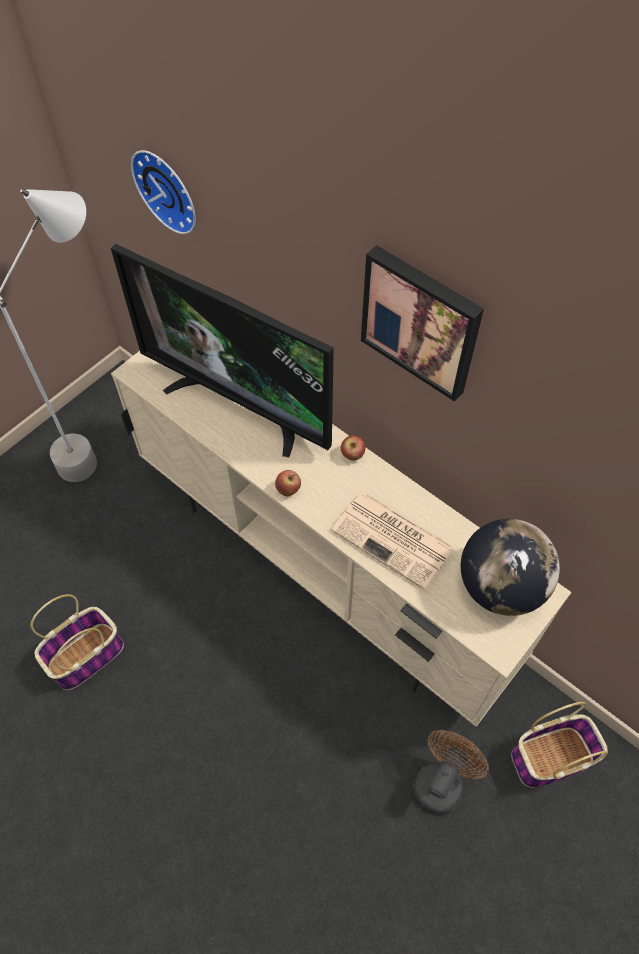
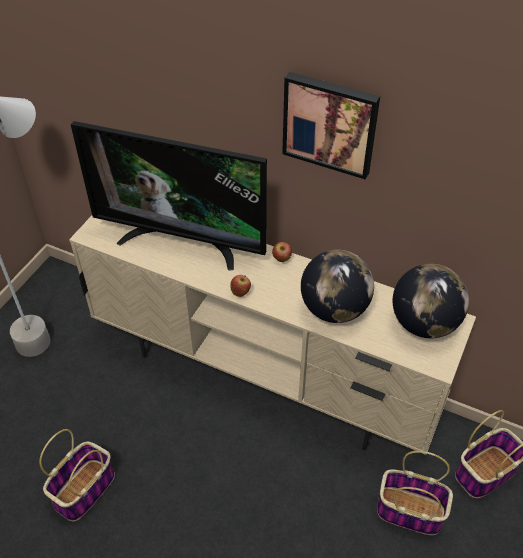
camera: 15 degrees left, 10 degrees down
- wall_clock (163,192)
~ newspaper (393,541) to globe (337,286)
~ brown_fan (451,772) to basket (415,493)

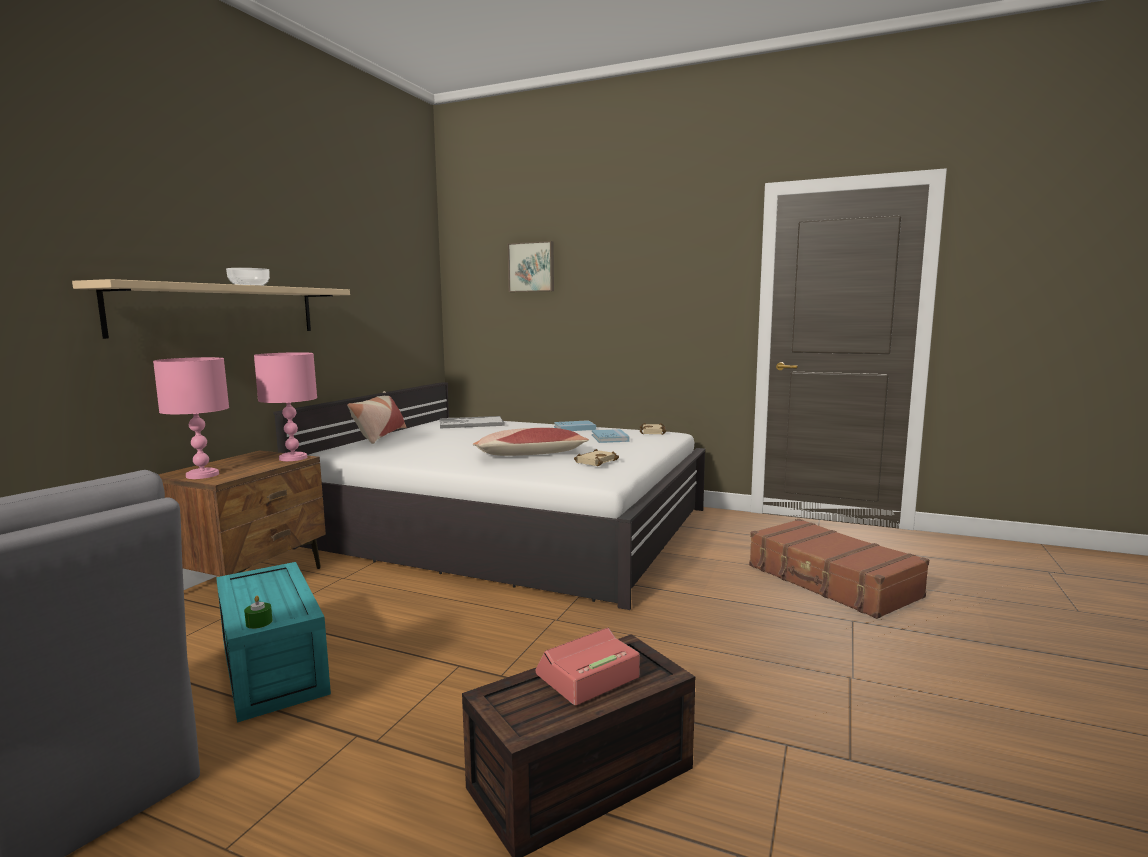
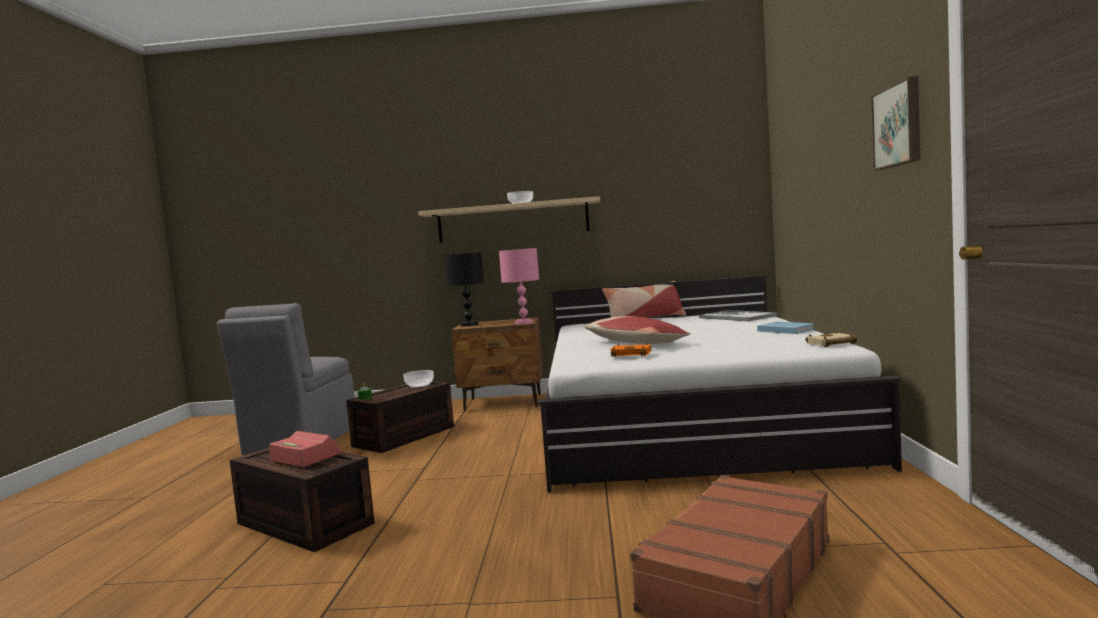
camera: 70 degrees right, 5 degrees down
- blue_book (610,436)
+ bowl (418,379)
~ picture (531,266) to (895,123)
~ pink_table_lamp (191,418) to black_table_lamp (464,289)
~ turquoise_storage_box (273,642) to brown_storage_box (400,417)
~ beige_book (596,457) to orange_book (630,350)

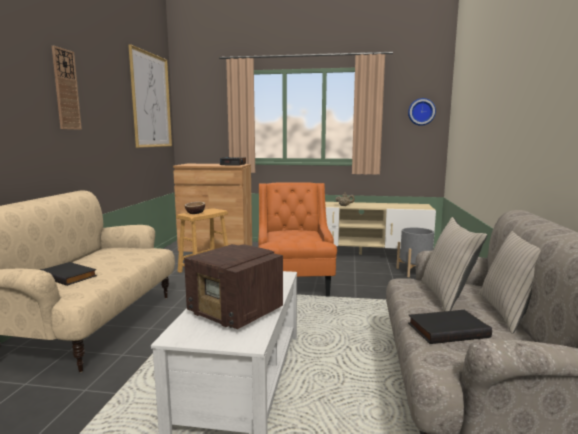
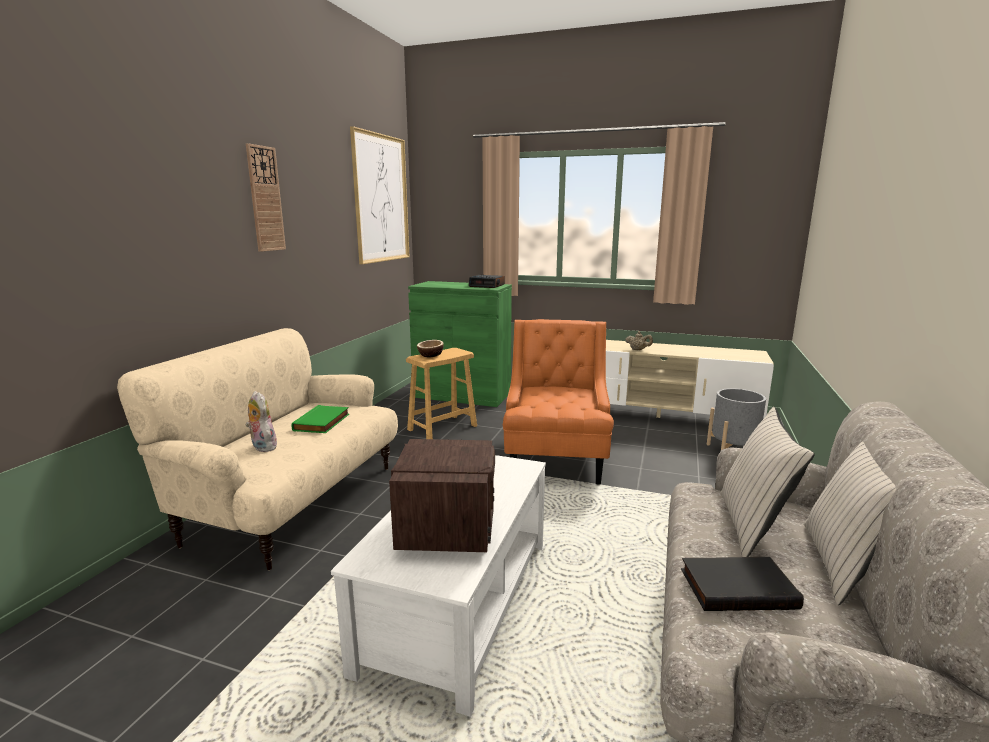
camera: 10 degrees right, 5 degrees up
- wall_clock (422,112)
+ green_book (320,419)
~ black_book (68,274) to plush_toy (261,421)
~ brown_cabinet (212,208) to green_cabinet (460,344)
~ radio (233,286) = (442,495) 135 degrees counterclockwise

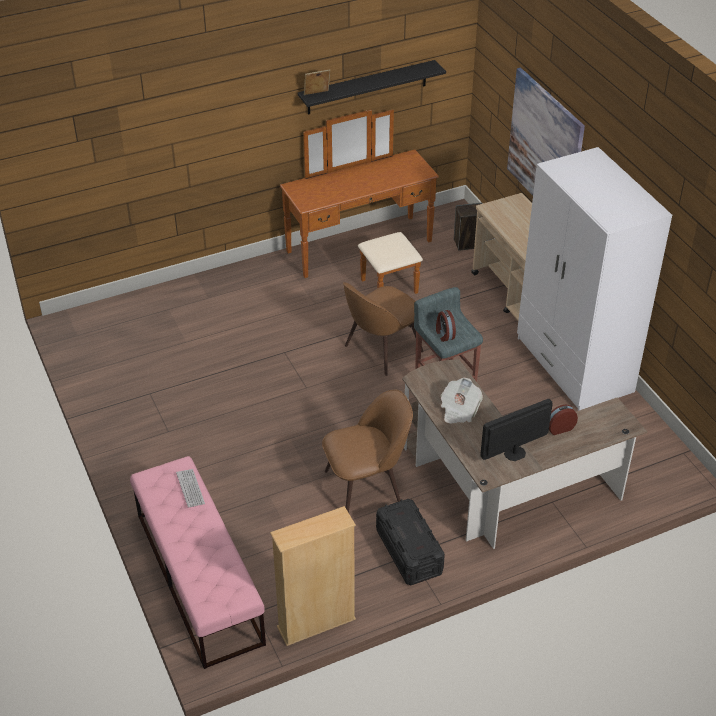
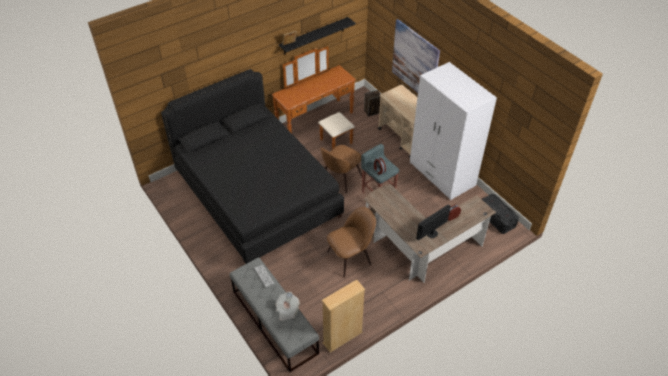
camera: 10 degrees left, 5 degrees up
+ black_bed (252,166)
~ black_storage_box (410,542) to (500,214)
~ newspaper (461,400) to (288,306)
~ pink_bench (198,562) to grey_bench (274,315)

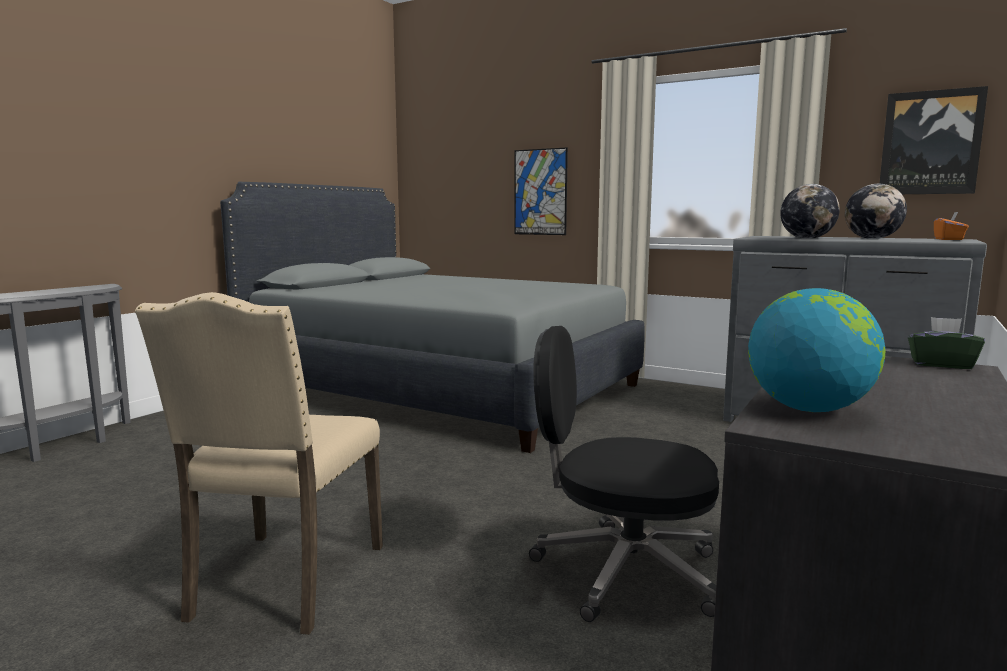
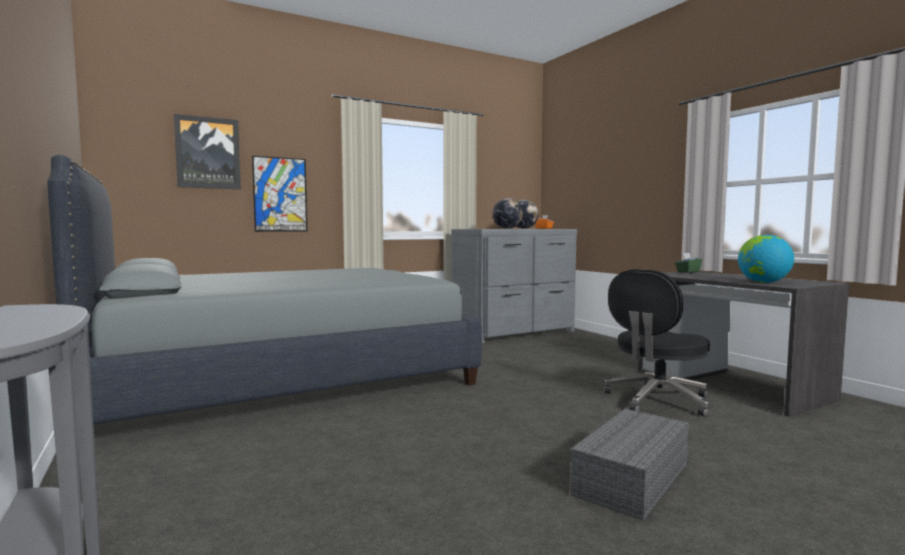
camera: 60 degrees left, 5 degrees down
~ picture (934,140) to (207,151)
~ beige_chair (259,463) to grey_storage_box (629,465)

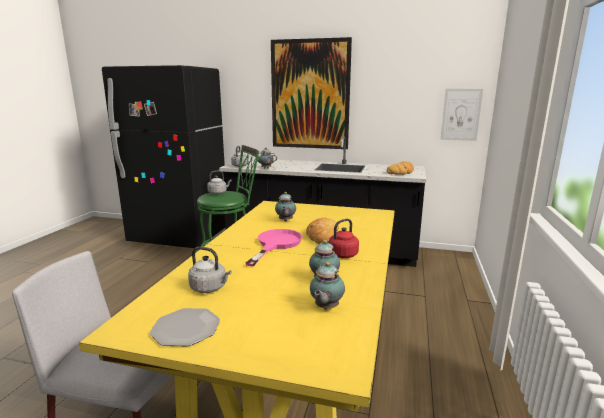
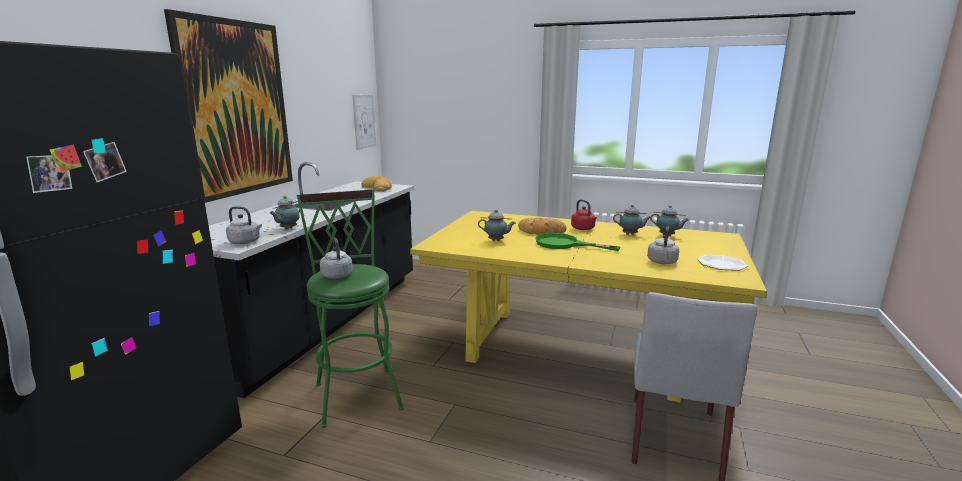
camera: 85 degrees left, 0 degrees up
~ pink_frying_pan (274,247) to green_frying_pan (577,242)

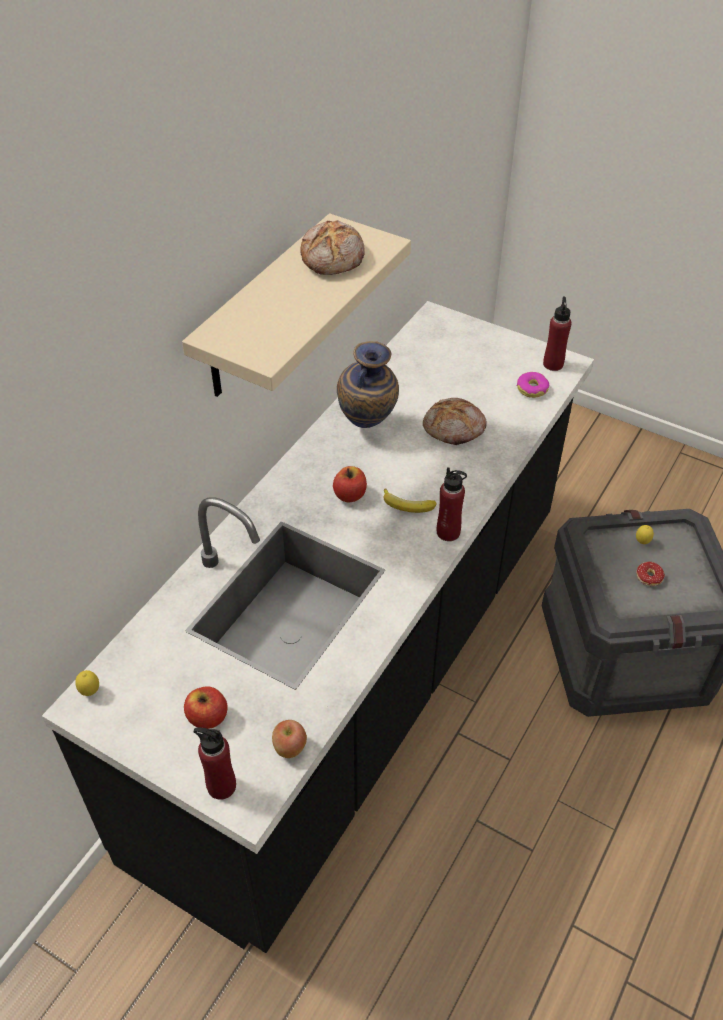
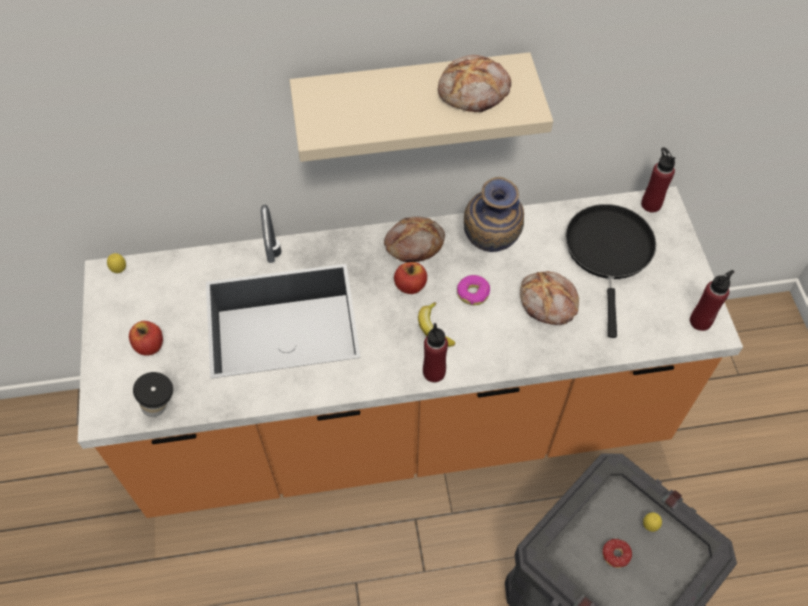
camera: 50 degrees right, 10 degrees up
+ bread (414,239)
+ black_frying_pan (610,271)
~ red_bottle (214,763) to (658,180)
~ donut (533,385) to (473,290)
~ apple (289,739) to cup (153,394)
~ black_counter (318,627) to orange_counter (410,352)

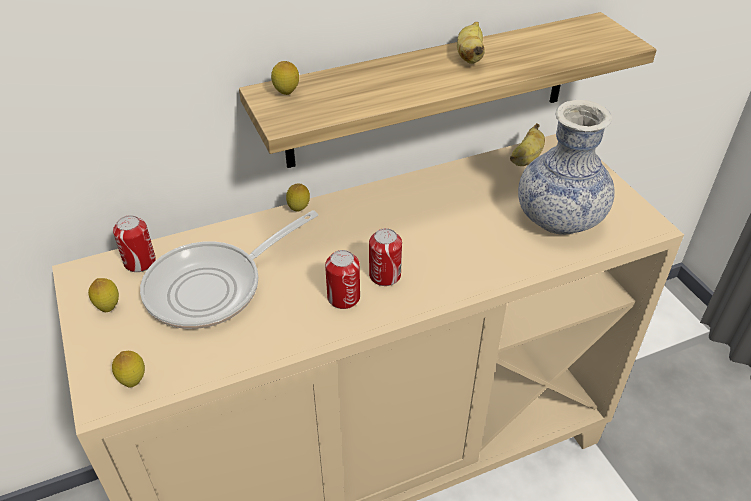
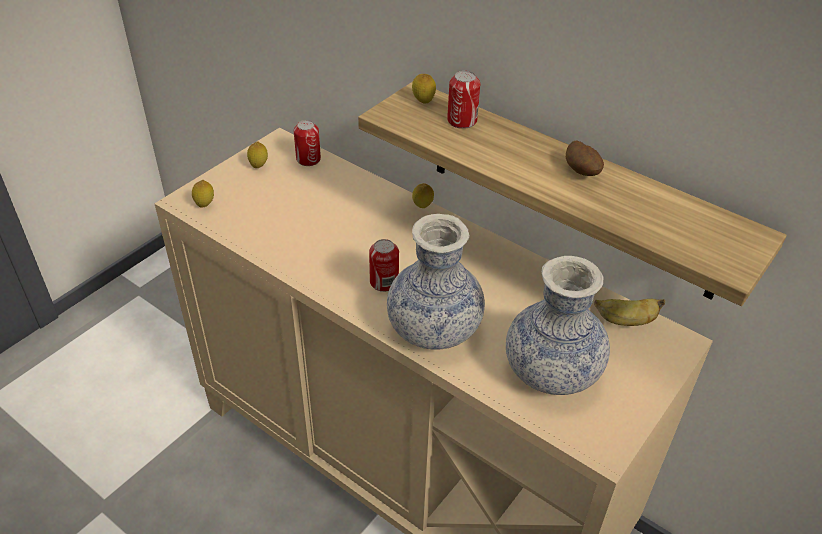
camera: 60 degrees right, 0 degrees up
- frying_pan (229,269)
+ vase (436,282)
~ can (342,279) to (463,100)
~ banana (471,43) to potato (585,158)

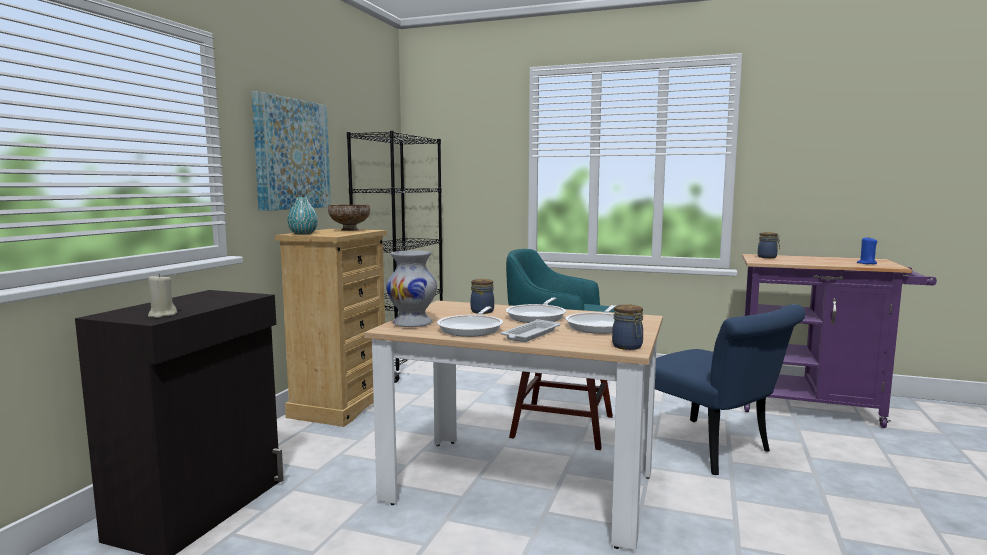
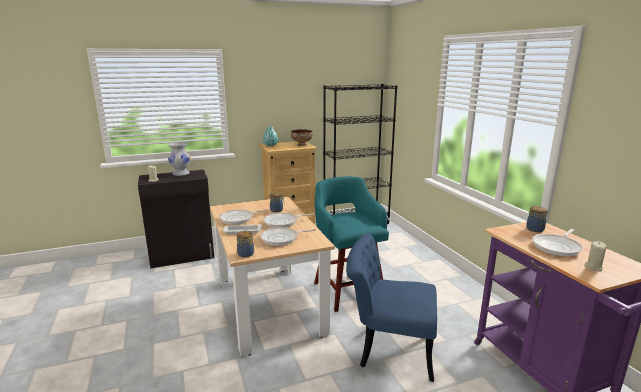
camera: 50 degrees right, 10 degrees up
- picture (291,151)
+ frying_pan (557,242)
~ white_vase (411,288) to (179,159)
~ blue_candle (867,250) to beige_candle (595,256)
~ blue_chair (730,389) = (391,308) 90 degrees clockwise

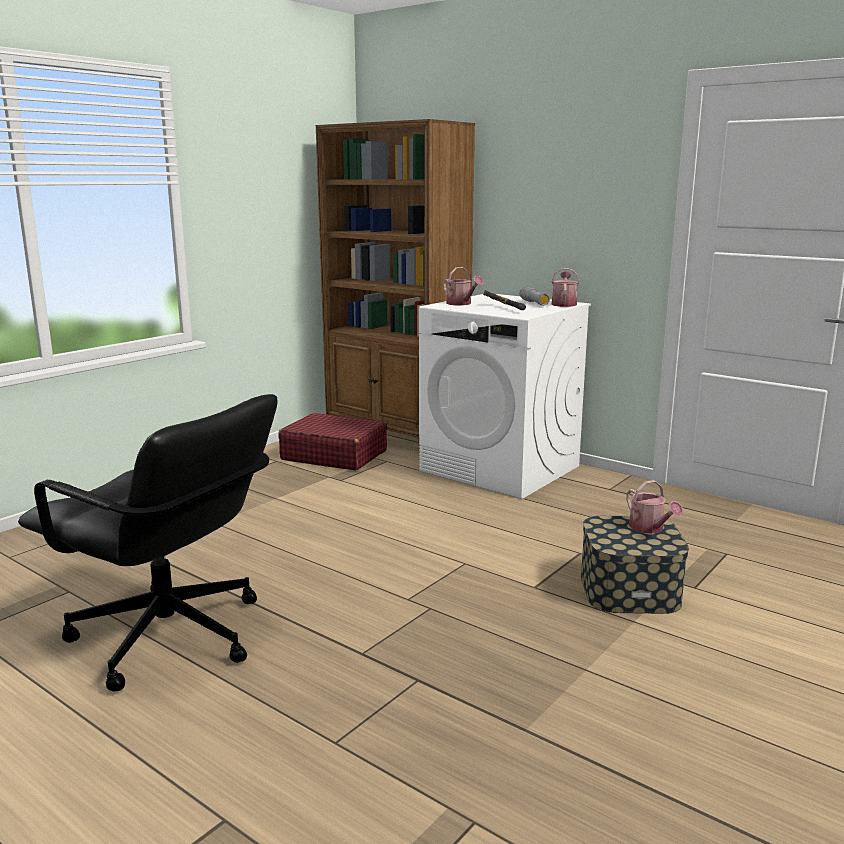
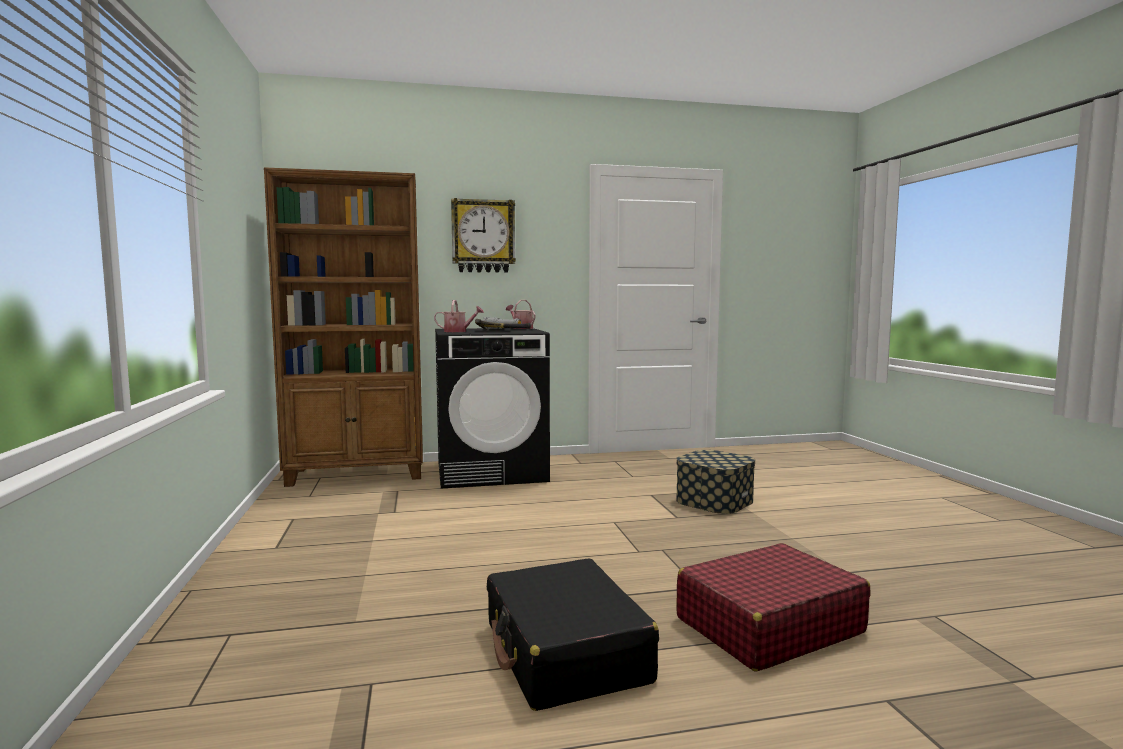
camera: 50 degrees left, 10 degrees down
- watering_can (654,507)
+ wall_clock (483,235)
~ red_suitcase (332,441) to (773,607)
~ black_office_chair (148,543) to black_suitcase (573,634)
~ white_washing_machine (505,396) to black_washing_machine (492,408)

